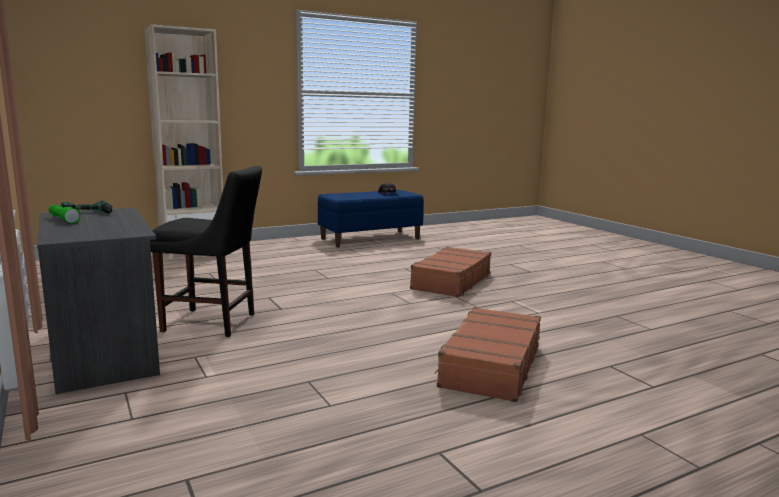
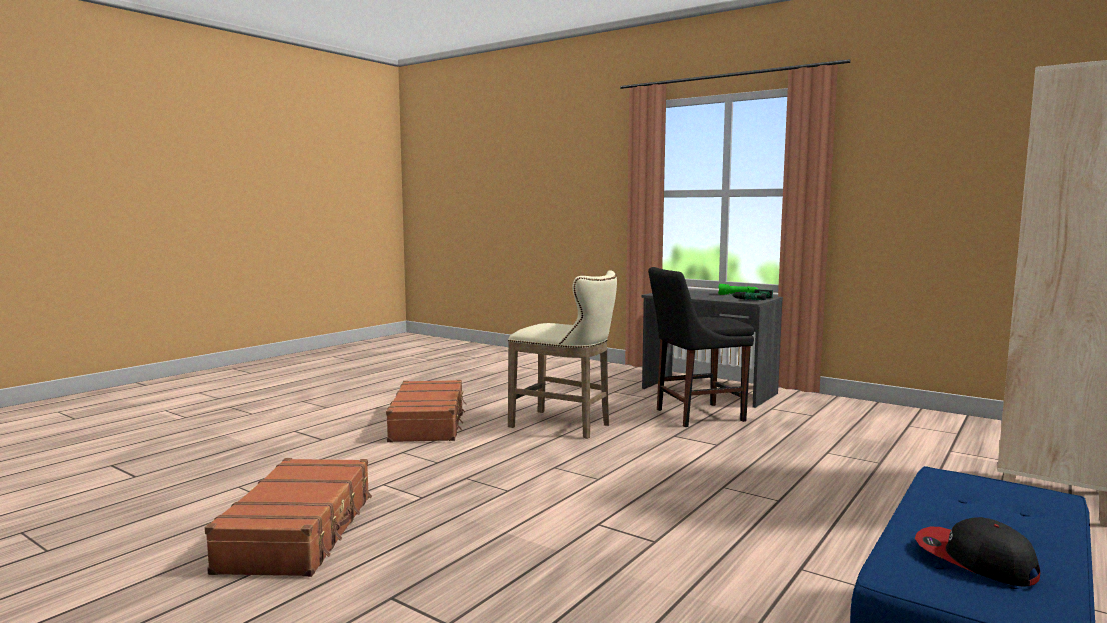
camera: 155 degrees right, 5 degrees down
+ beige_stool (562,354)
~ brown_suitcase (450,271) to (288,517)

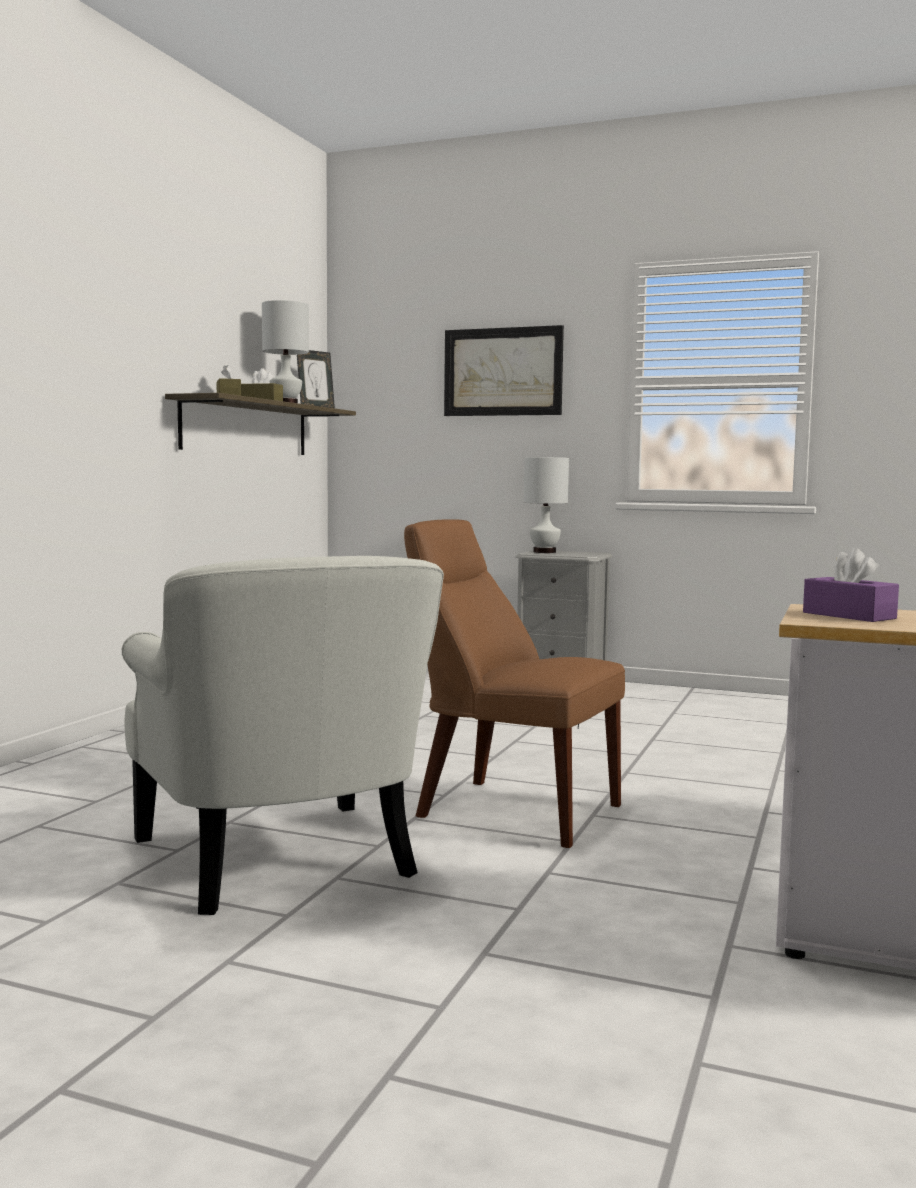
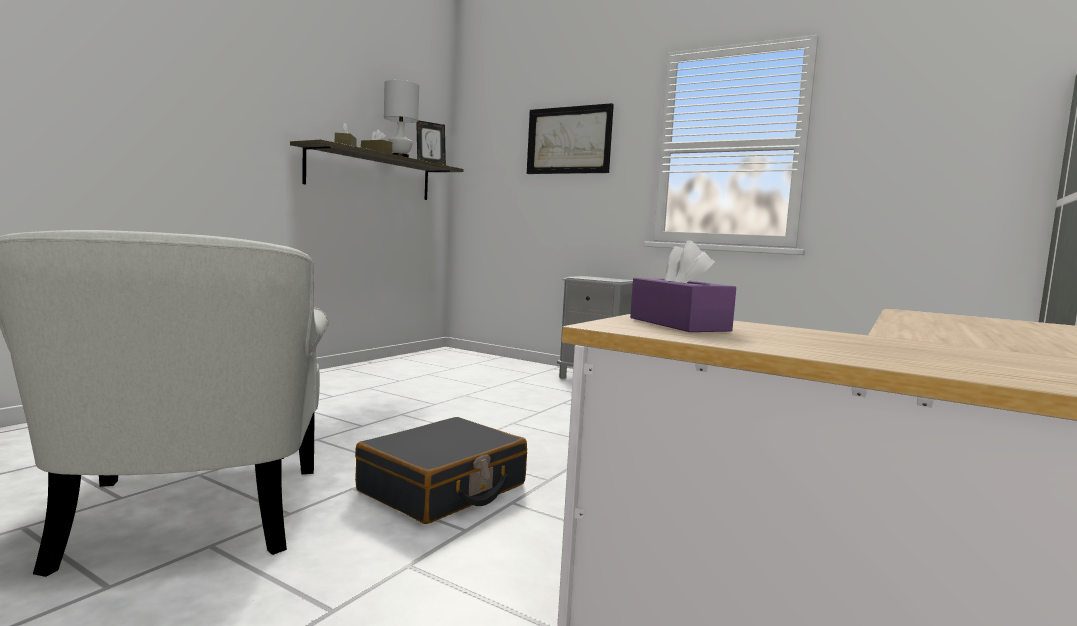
camera: 10 degrees right, 0 degrees up
- white_table_lamp (546,505)
~ brown_chair (514,683) to black_suitcase (441,470)

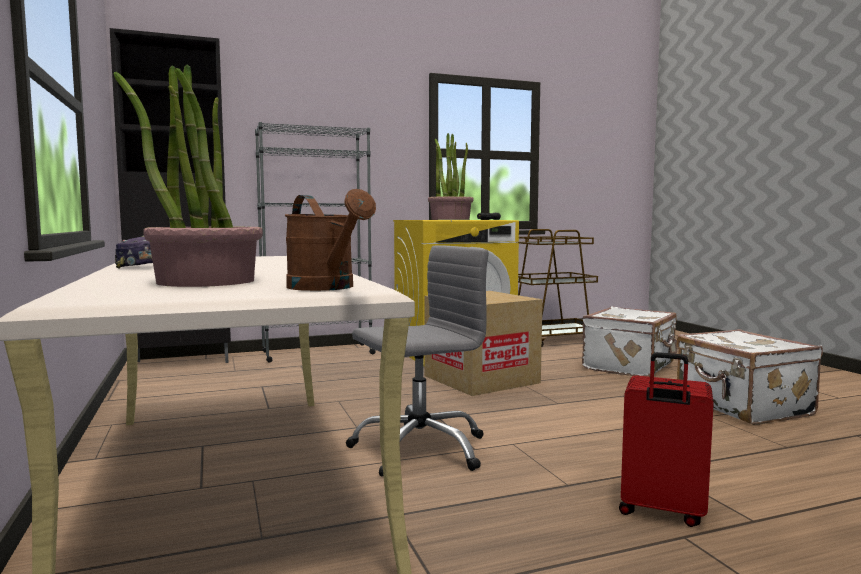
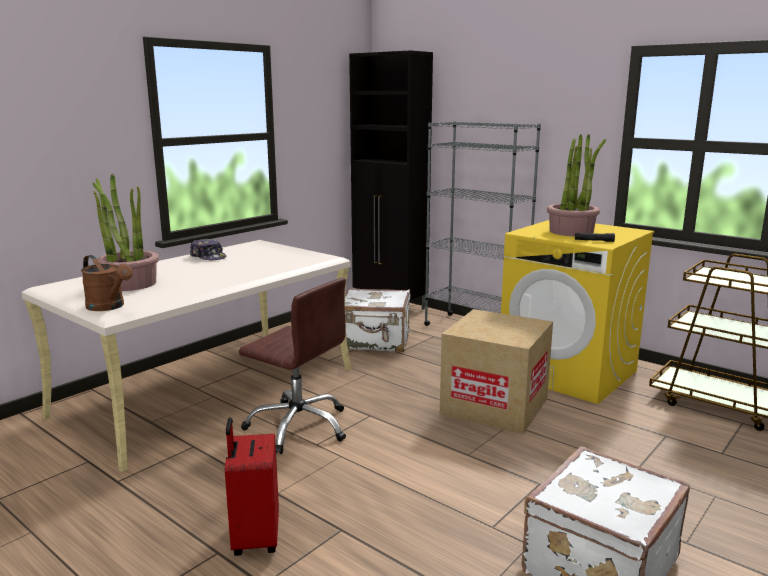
camera: 60 degrees right, 10 degrees up
~ white_suitcase (629,341) to (375,320)
~ grey_office_chair (417,360) to brown_office_chair (292,366)
~ brown_watering_can (330,240) = (107,283) 75 degrees counterclockwise

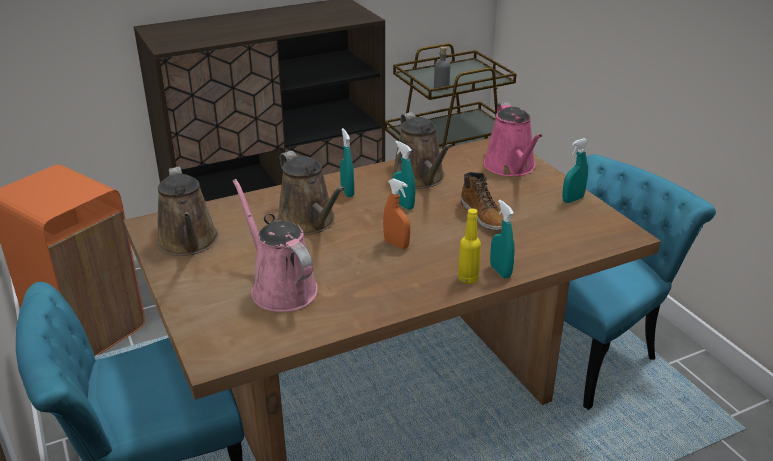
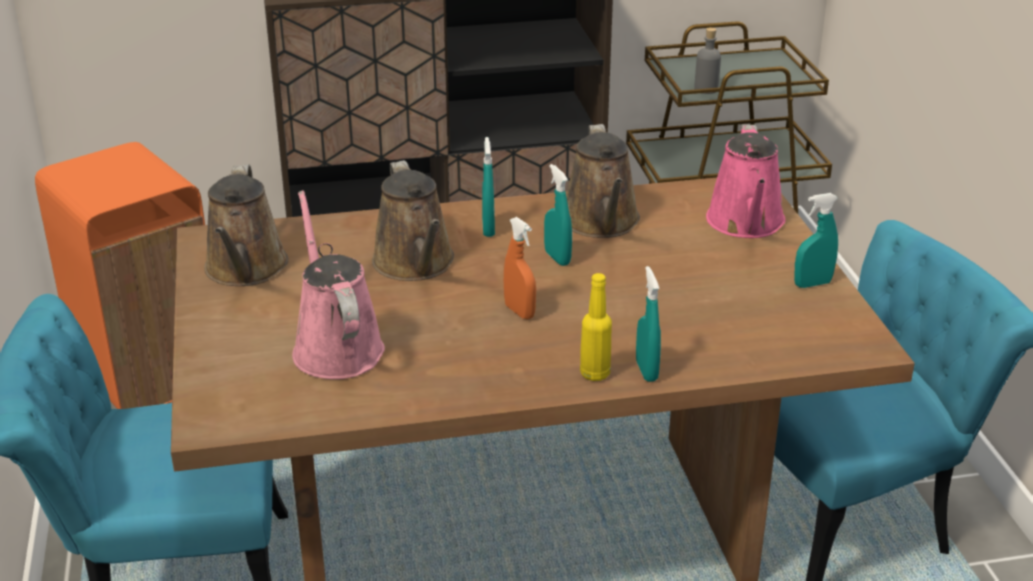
camera: 15 degrees right, 0 degrees up
- boot (482,201)

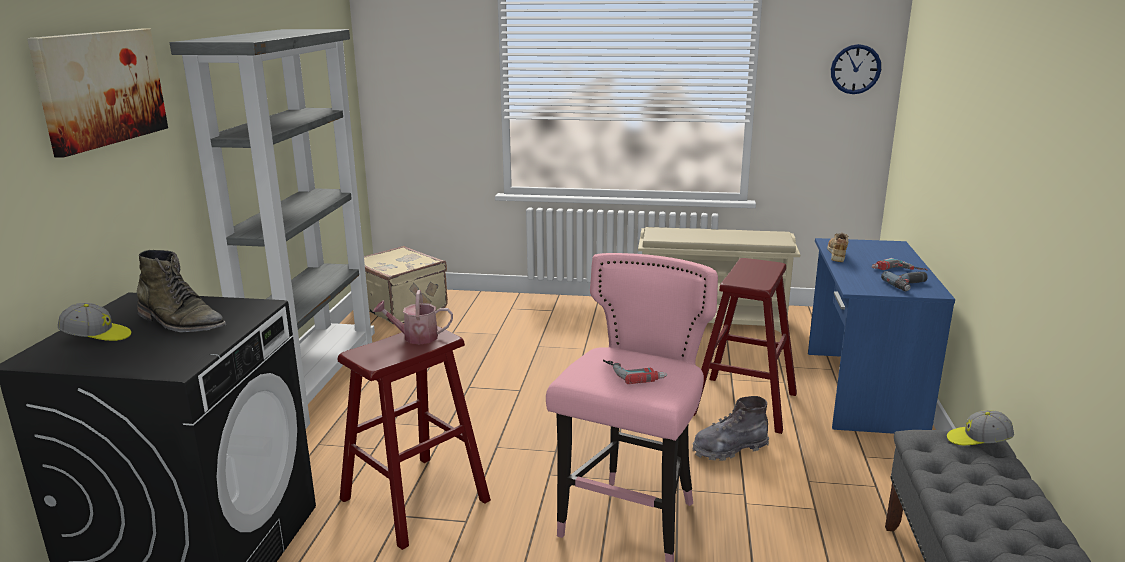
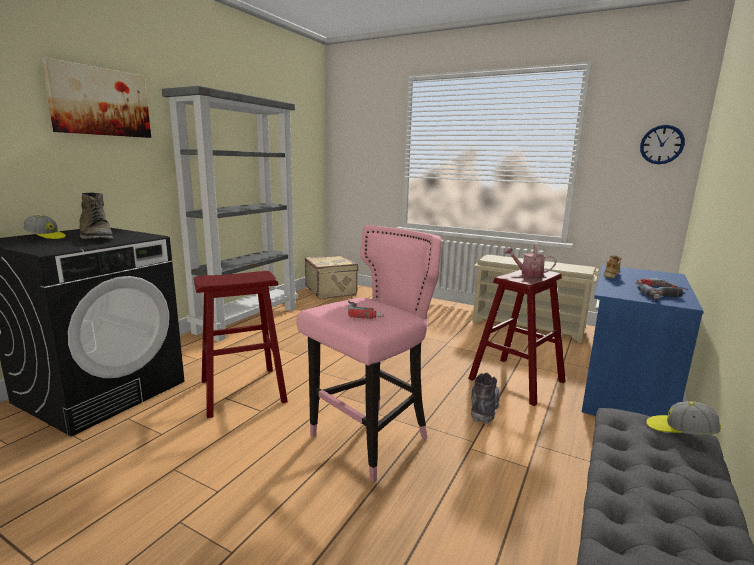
camera: 20 degrees right, 5 degrees down
~ watering_can (413,317) to (531,260)
~ grey_boot (731,428) = (485,398) 105 degrees clockwise

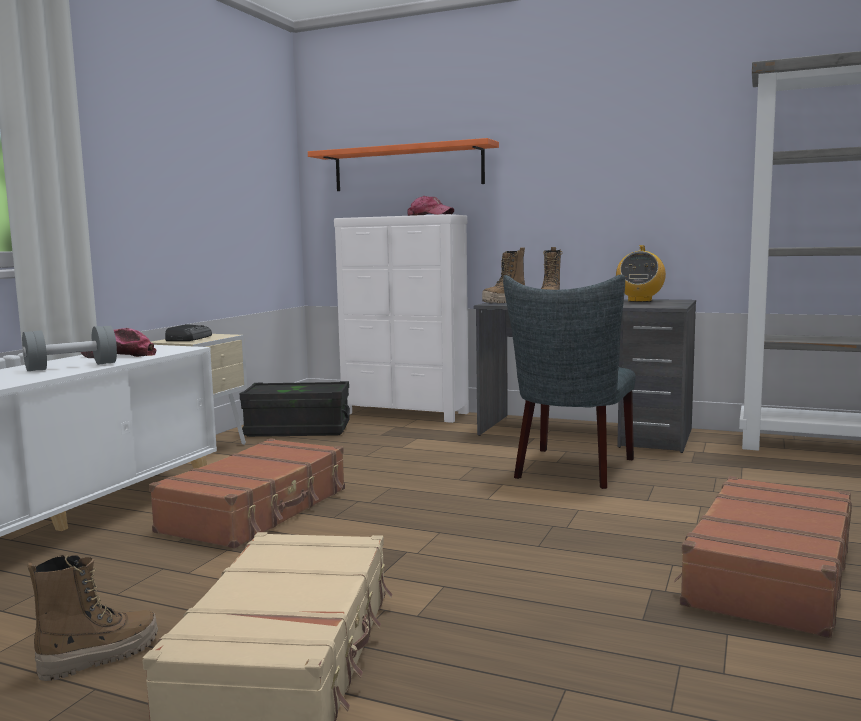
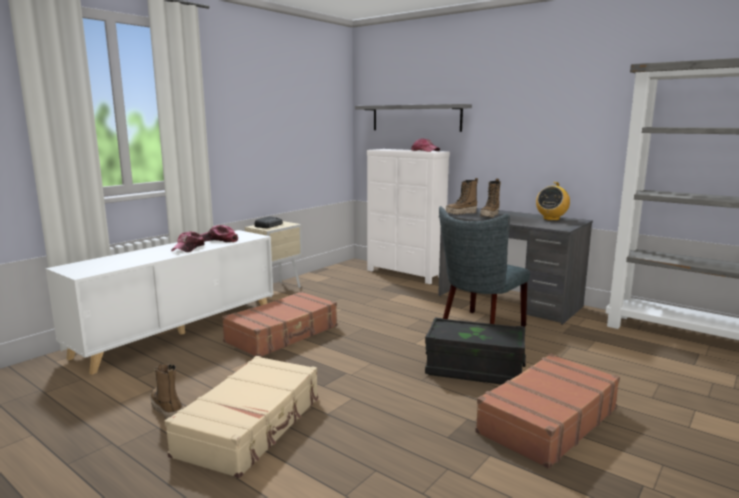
camera: 15 degrees right, 5 degrees up
~ black_storage_box (295,409) to (475,351)
~ grey_dumbbell (69,348) to cap (188,241)
~ orange_shelf (403,164) to grey_shelf (413,118)
~ boot (92,618) = (166,391) 105 degrees counterclockwise

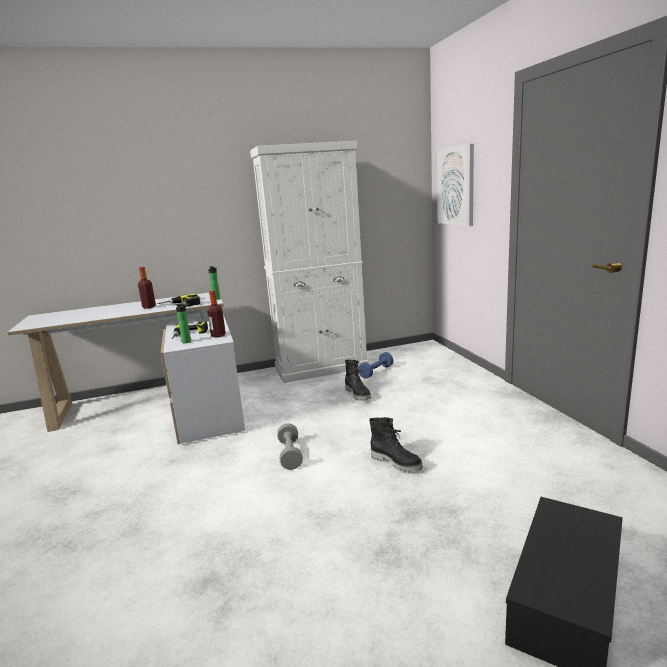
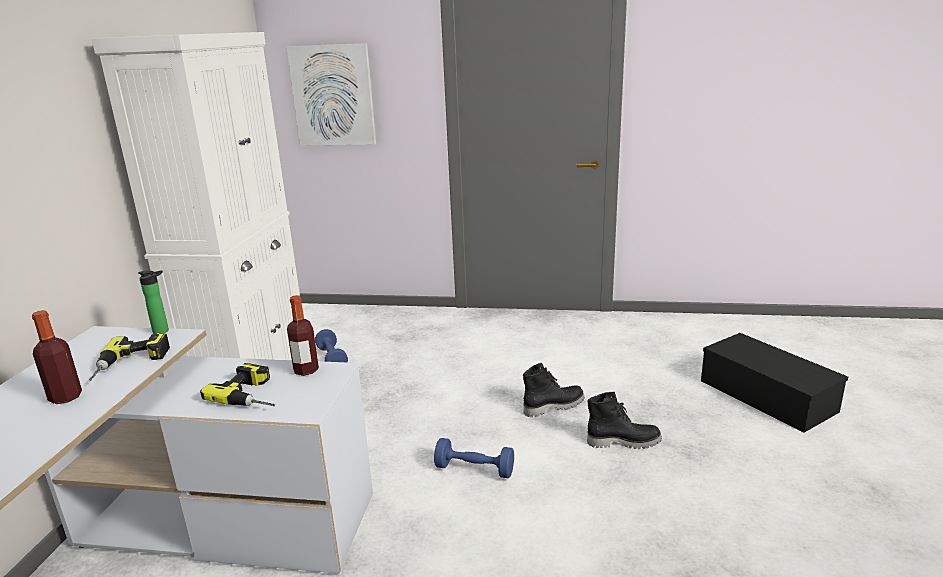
camera: 65 degrees left, 5 degrees up
- bottle (183,323)
~ black_boot (358,380) to (624,420)
~ grey_dumbbell (290,446) to blue_dumbbell (474,458)

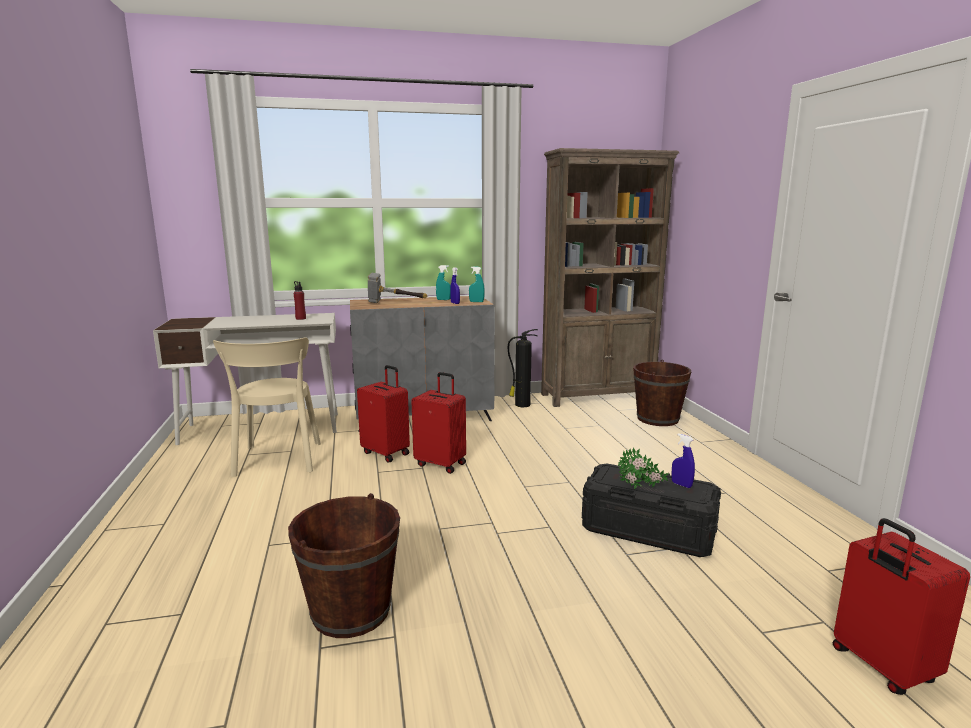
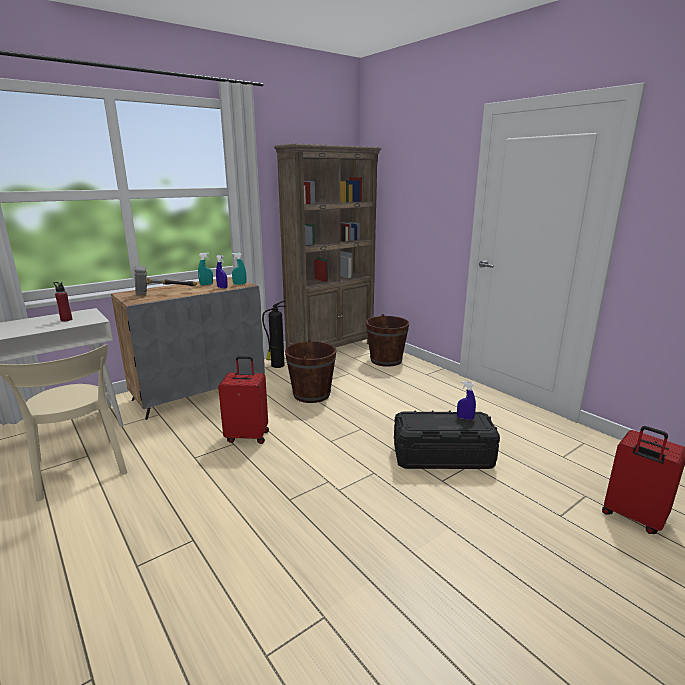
camera: 25 degrees left, 5 degrees up
- red_suitcase (383,414)
- potted_plant (643,468)
~ brown_bucket (344,565) to (311,371)

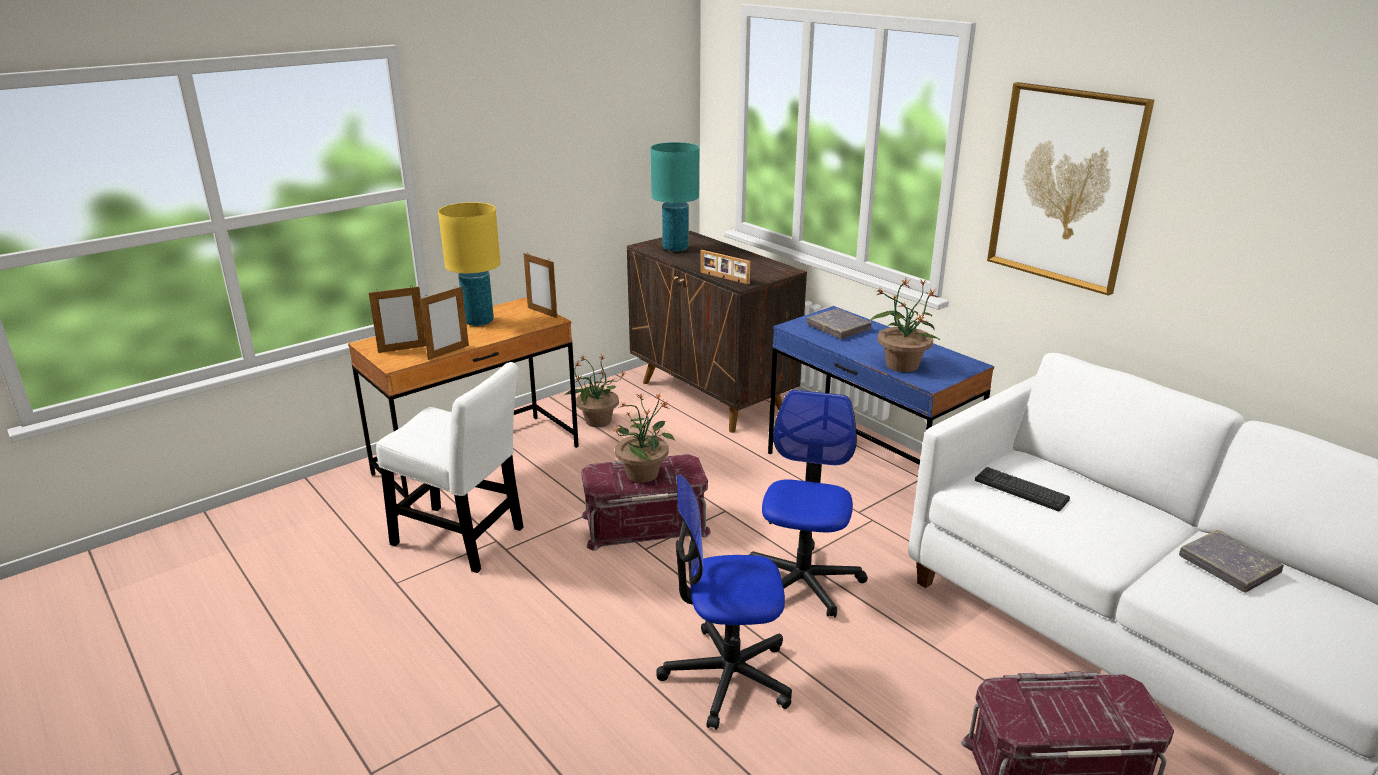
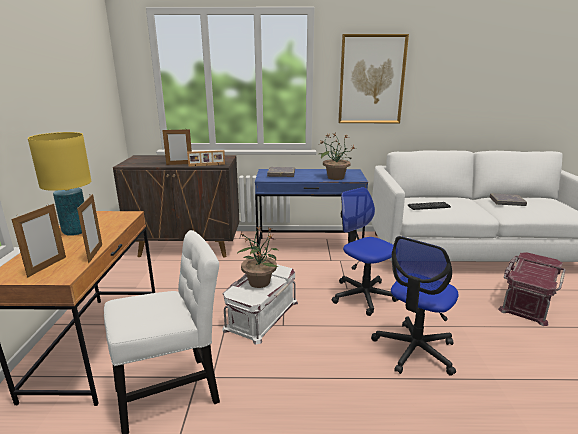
camera: 50 degrees left, 5 degrees down
- potted_plant (594,390)
- turquoise_table_lamp (675,197)
~ picture_frame (540,285) to (177,147)
~ red_storage_box (646,502) to white_storage_box (260,304)

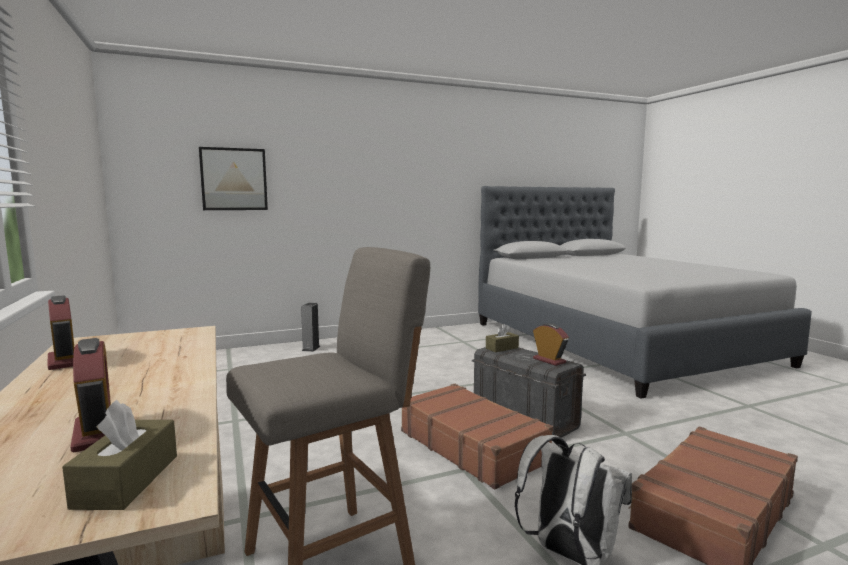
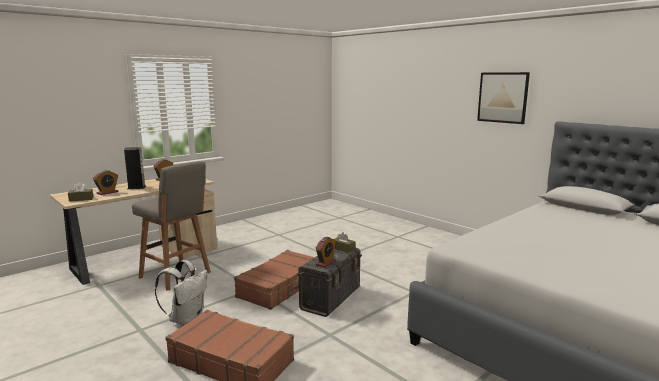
camera: 70 degrees right, 5 degrees up
~ picture (233,178) to (503,98)
~ speaker (310,327) to (135,168)

